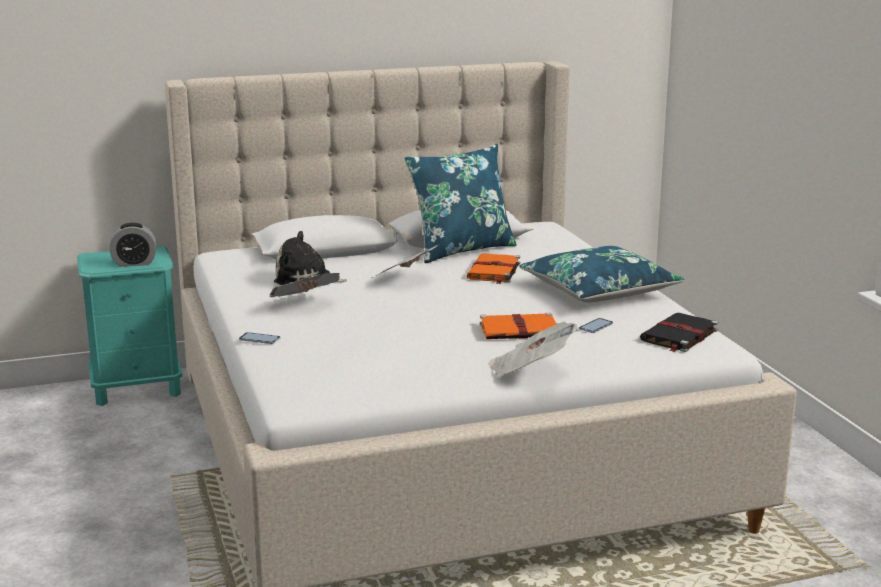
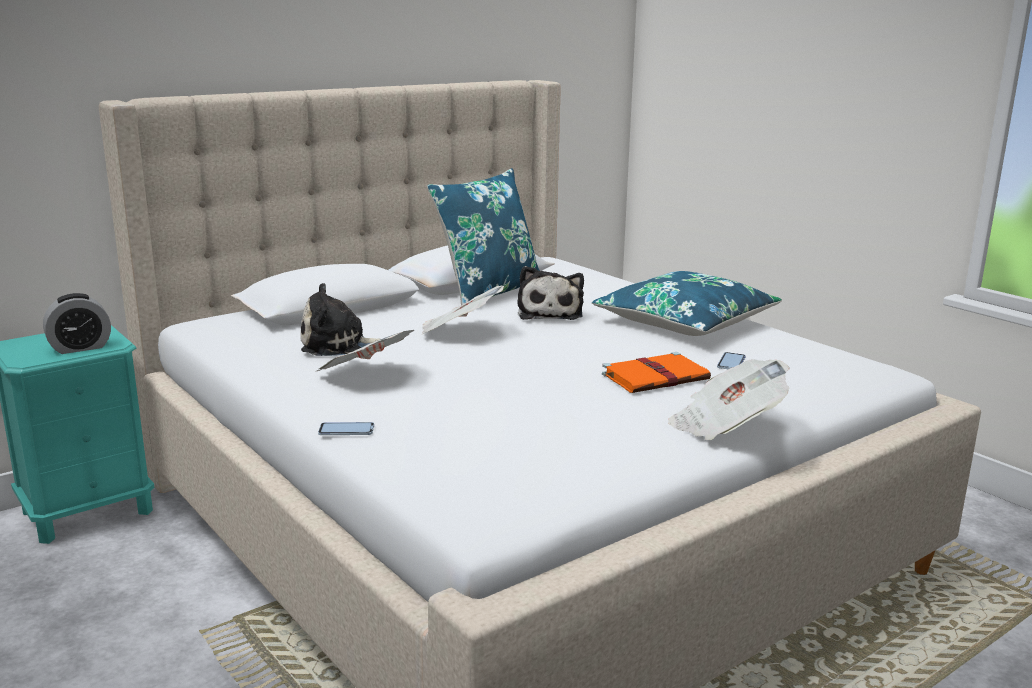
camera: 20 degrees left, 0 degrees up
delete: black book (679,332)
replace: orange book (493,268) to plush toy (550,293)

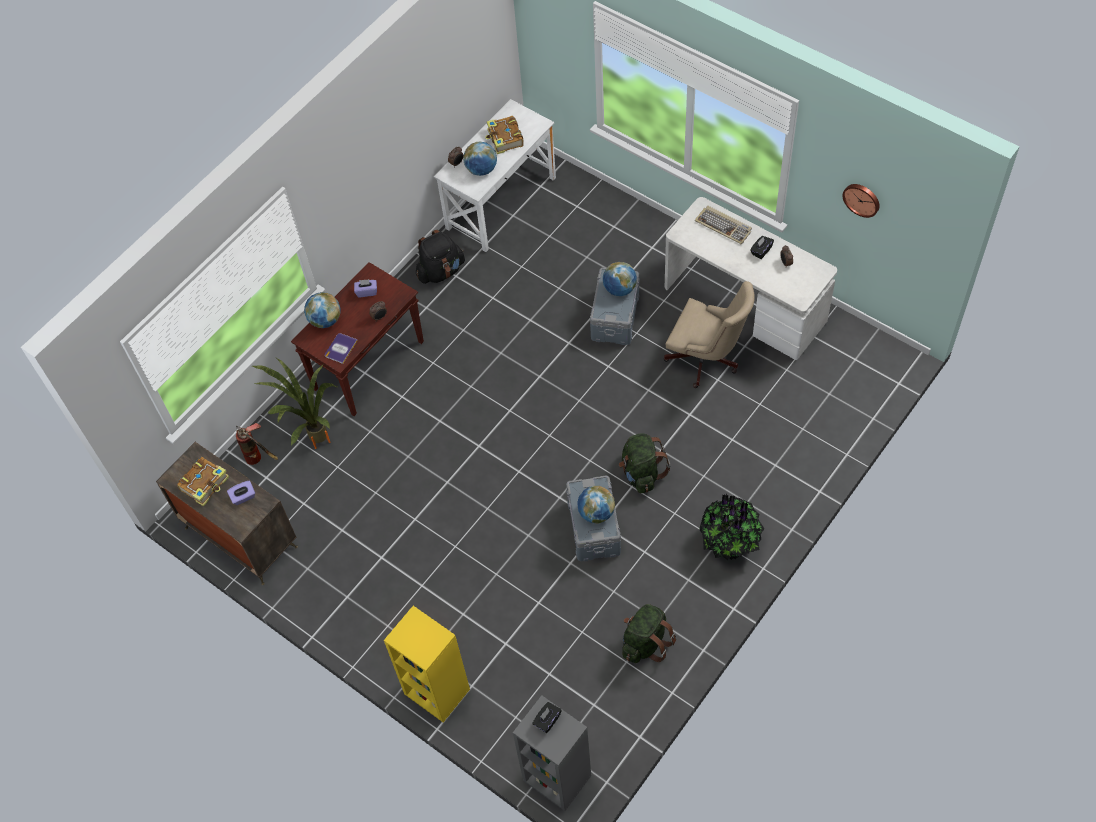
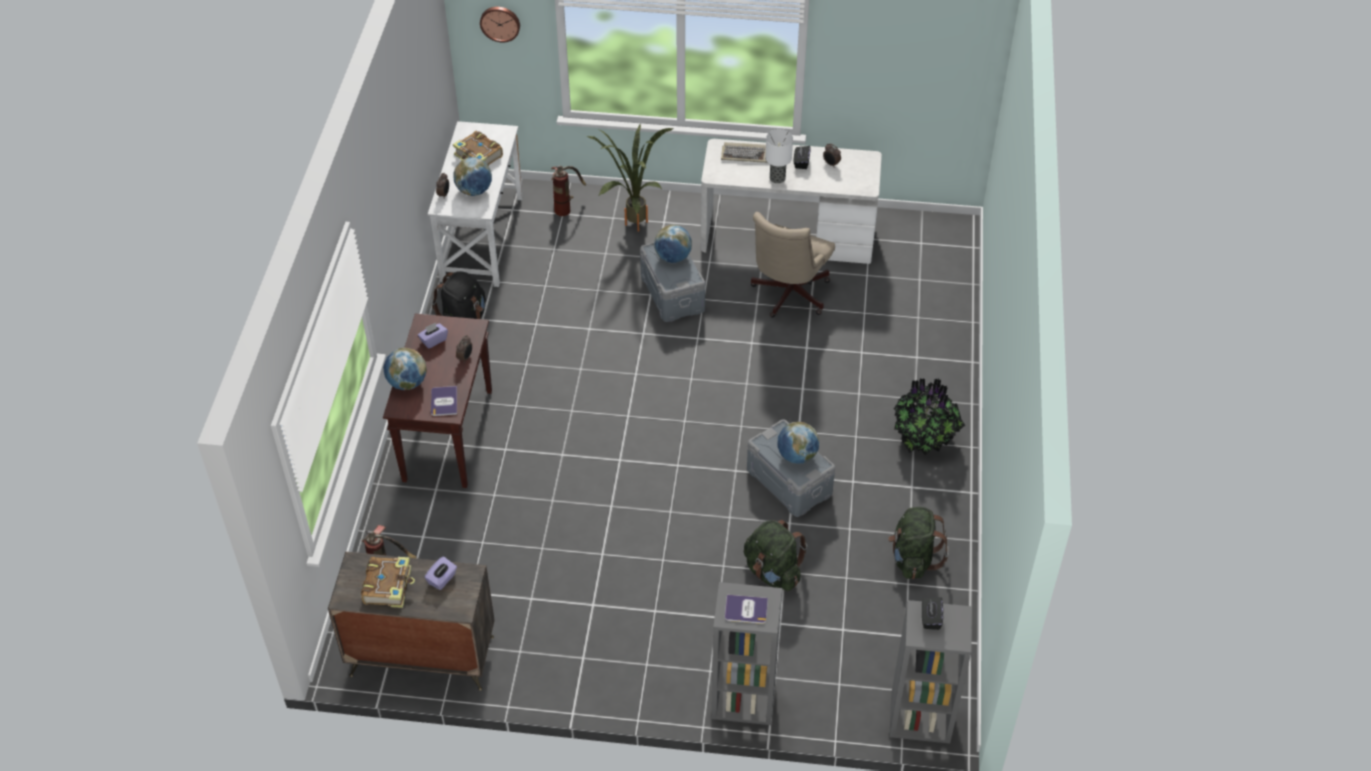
camera: 35 degrees left, 10 degrees down
insert: fire extinguisher (568,190); book (746,609); table lamp (779,156)
move: wall clock (861,201) to (500,25); potted plant (295,403) to (630,177); green backpack (644,463) to (776,555)
recolor: yellow bookcase (427,664) to grey bookcase (746,653)
rotate: beige office chair (709,334) = (793,265) 120 degrees clockwise

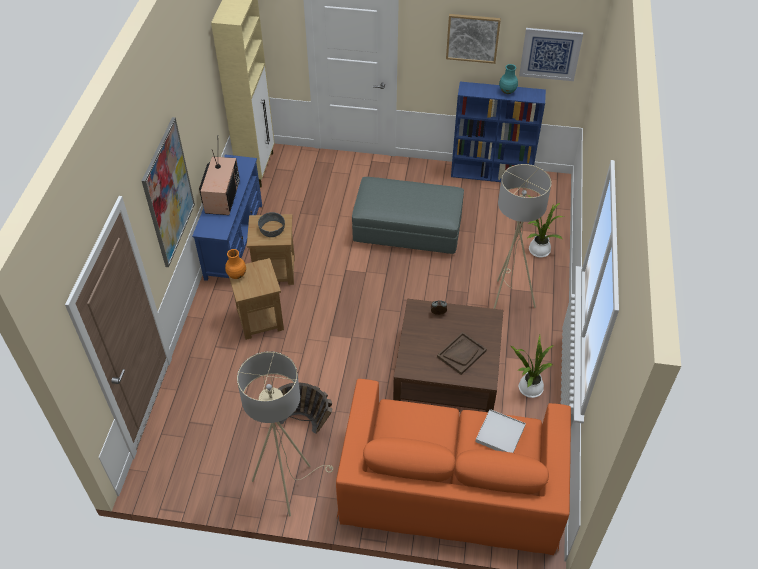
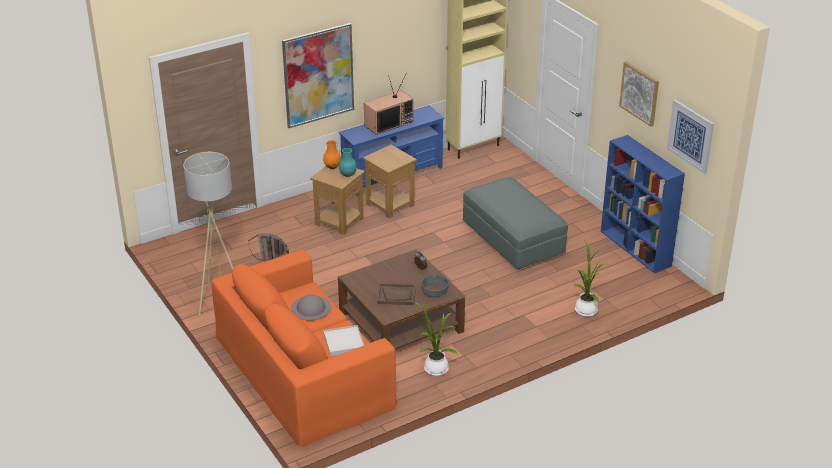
camera: 50 degrees right, 15 degrees down
delete: beige floor lamp (522,236)
insert: grey hat (311,308)
move: turquoise vase (508,79) to (348,162); grey bowl (271,224) to (435,286)

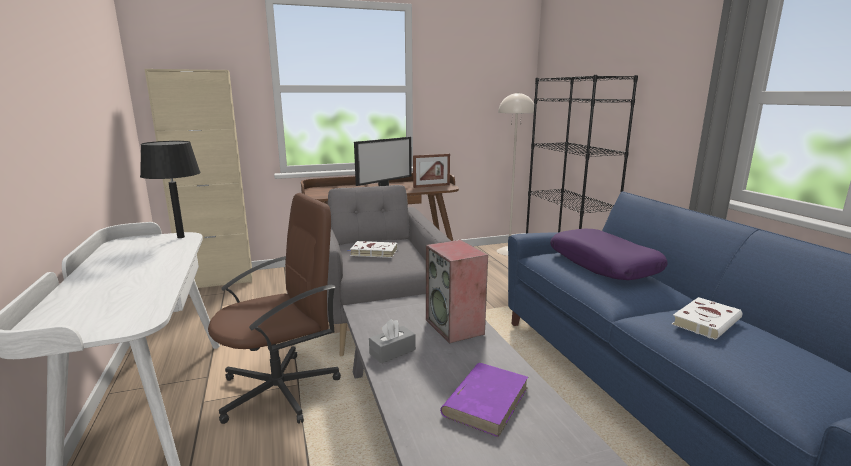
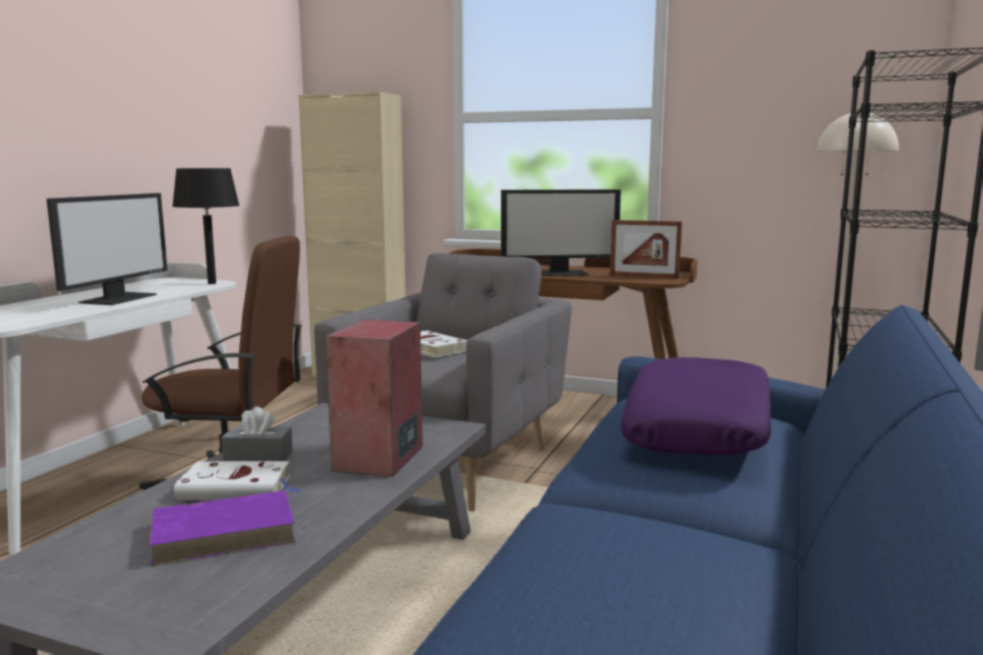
camera: 40 degrees right, 5 degrees down
insert: monitor (106,249)
move: white book (707,318) to (237,480)

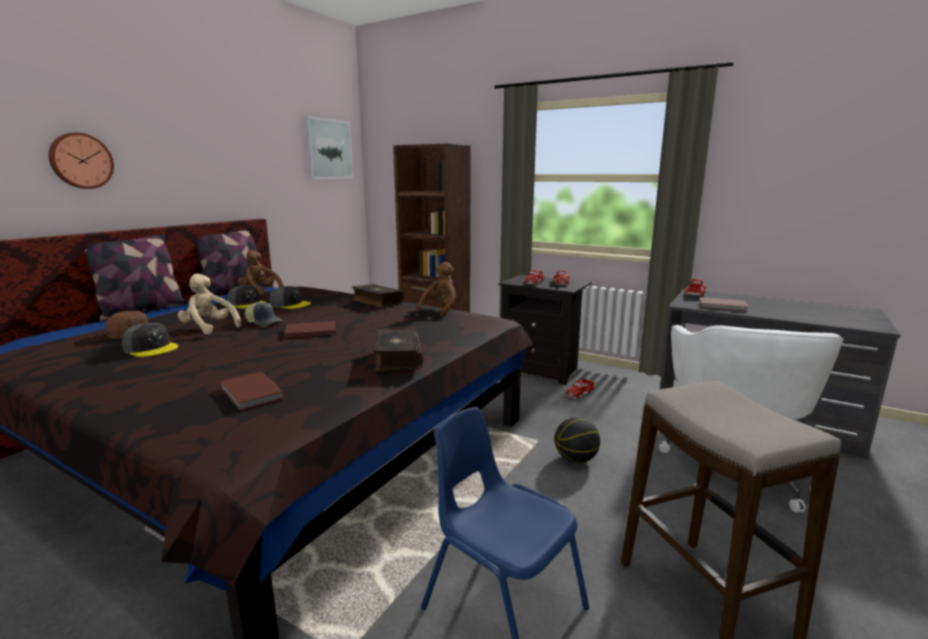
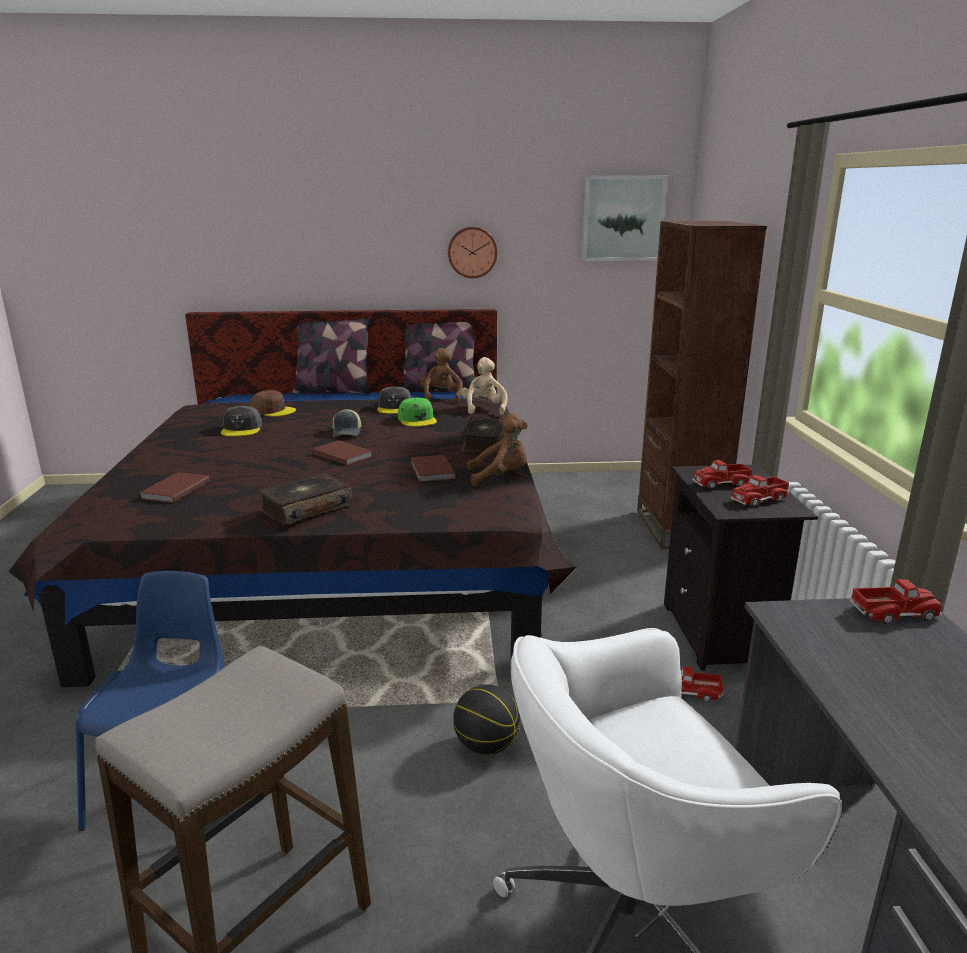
camera: 55 degrees right, 5 degrees up
move: brown book (724,304) to (433,468); wall clock (81,160) to (472,252); beige plush toy (209,304) to (484,386)
recolor: grey cap (290,297) to green cap (417,412)

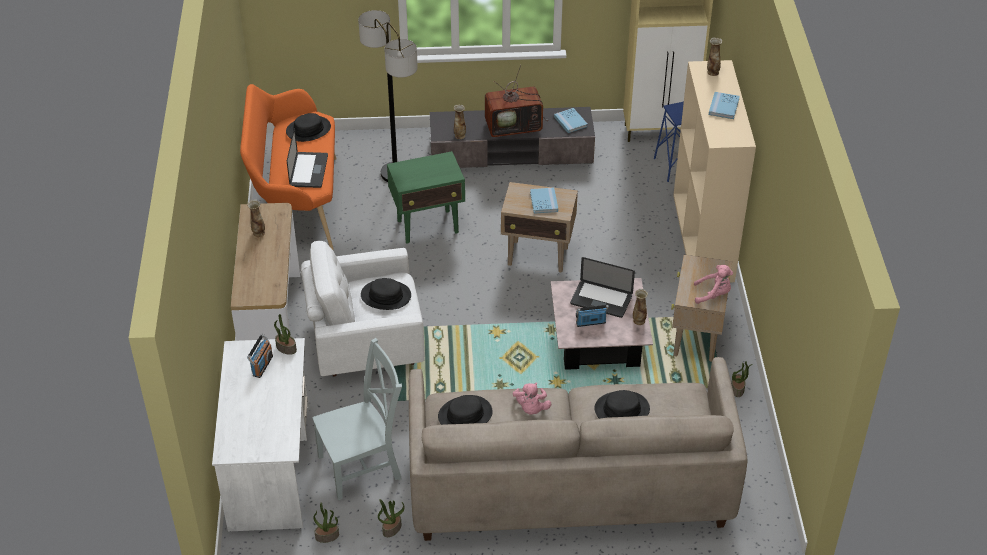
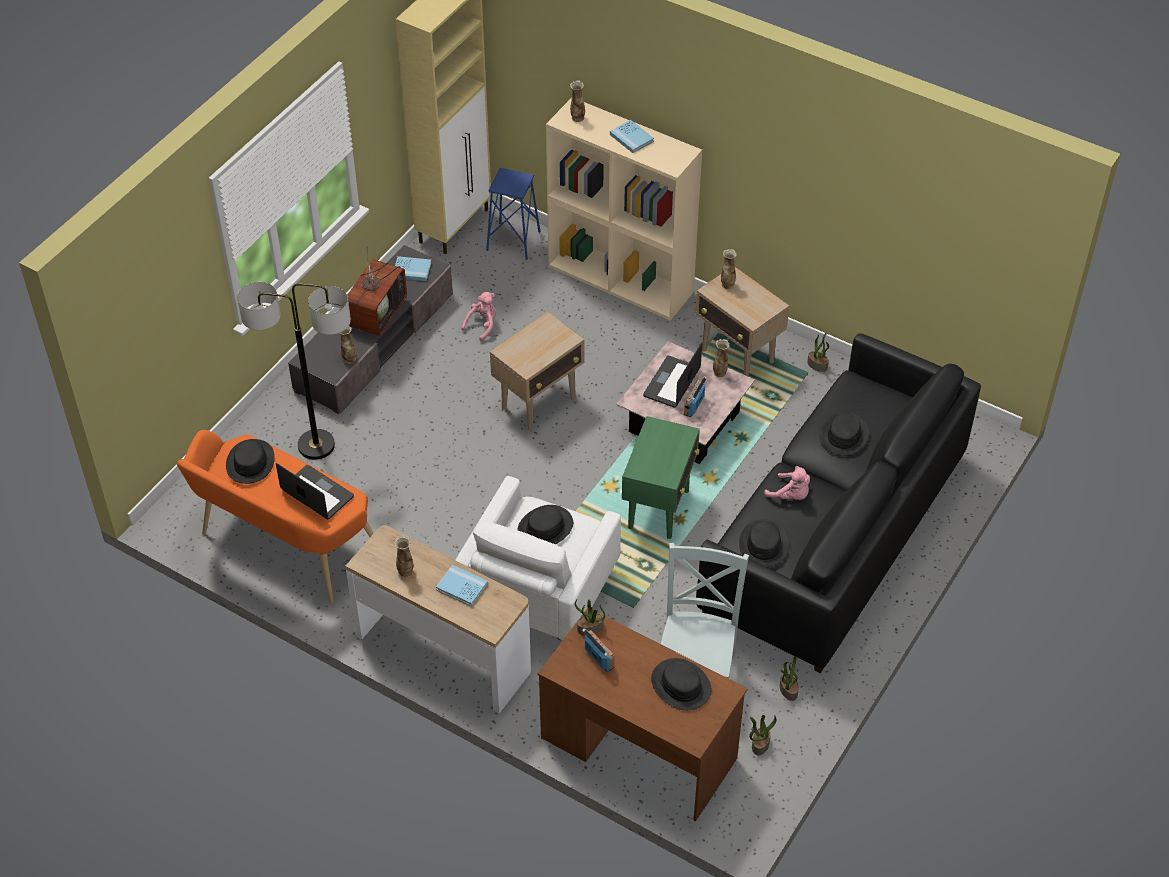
camera: 55 degrees left, 5 degrees up
insert: black hat (681,684); vase (729,269)
move: blue book (544,201) to (462,586); pink plush toy (713,284) to (478,317); green side table (426,197) to (661,477)
recolor: white desk (260,435) to brown desk (643,714); beige sofa (578,449) to black sofa (838,503)
rotate: laptop (602,287) = (672,375) 150 degrees clockwise

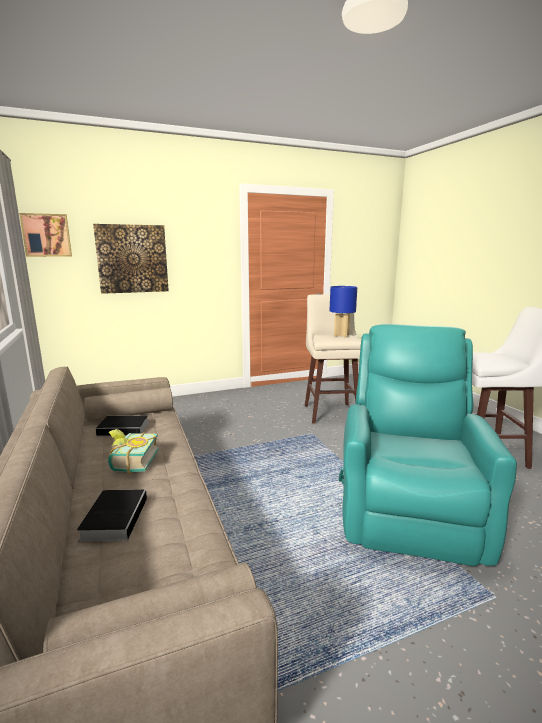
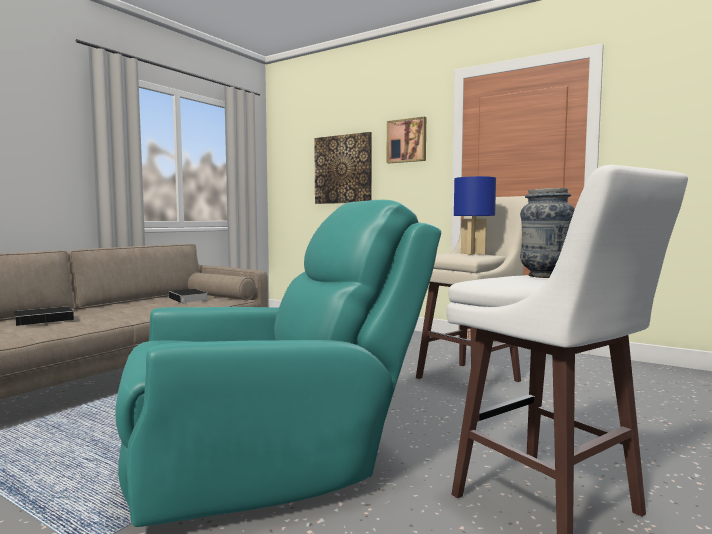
camera: 55 degrees right, 10 degrees down
delete: book (133,451)
insert: vase (547,233)
move: picture (45,235) to (406,140)

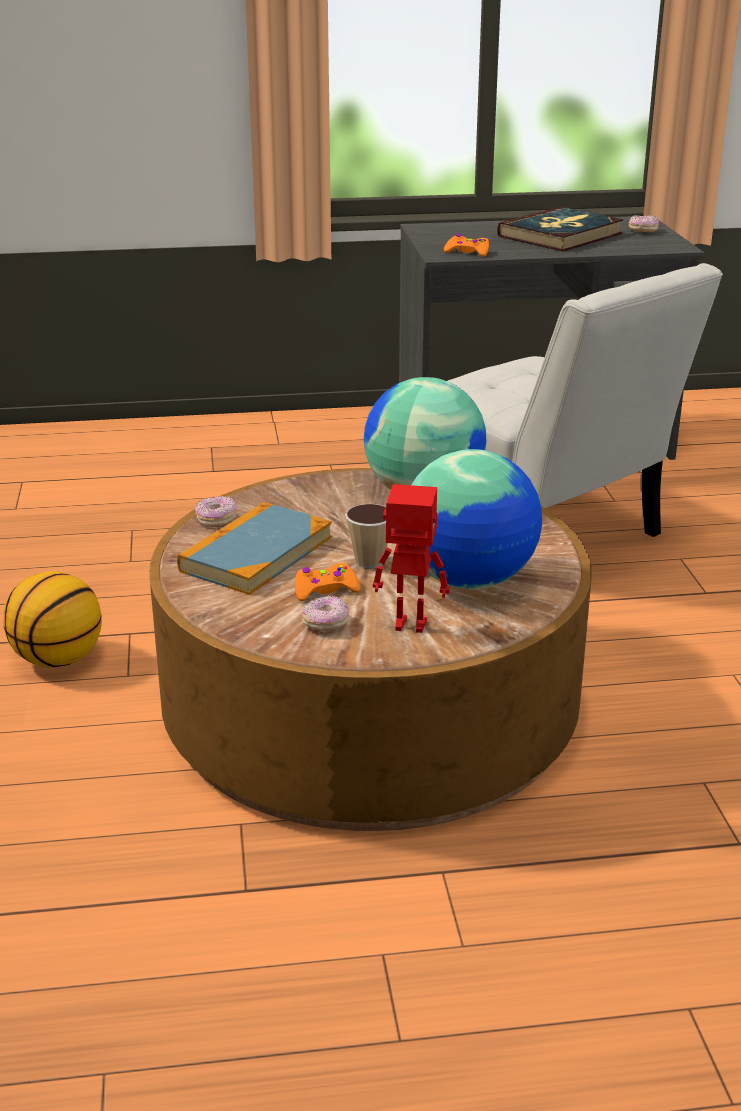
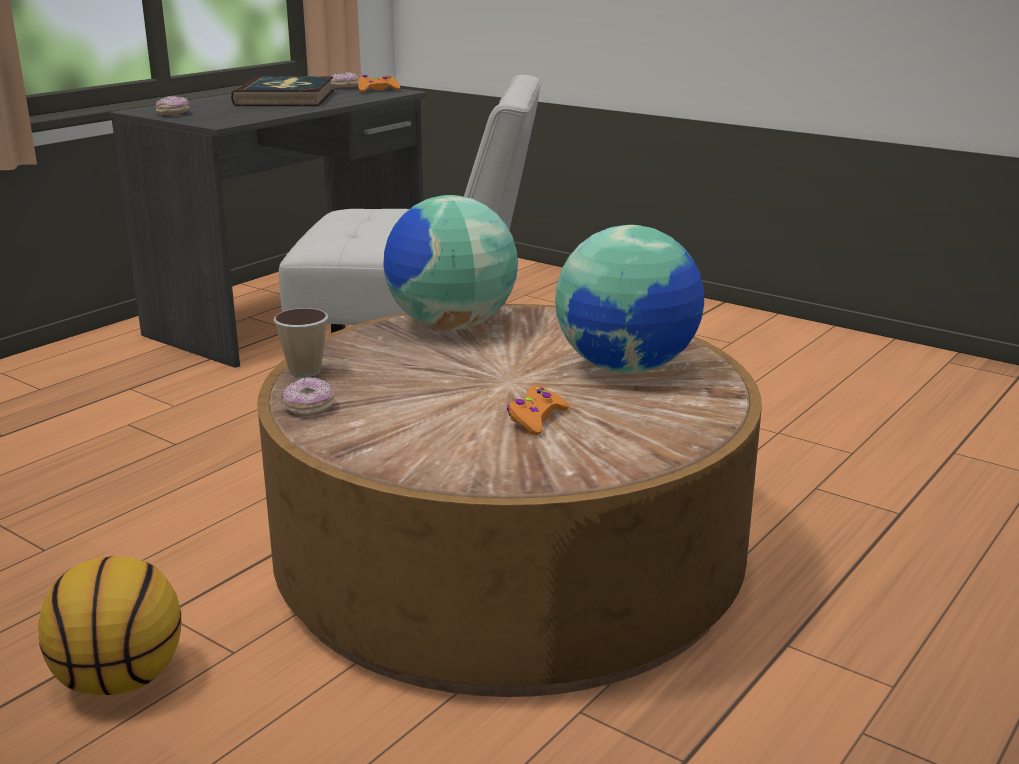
camera: 45 degrees left, 5 degrees down
delete: book (254,548); toy robot (411,558)
move: donut (325,613) to (172,105); cup (366,536) to (301,342); orange game controller (466,245) to (379,83)

